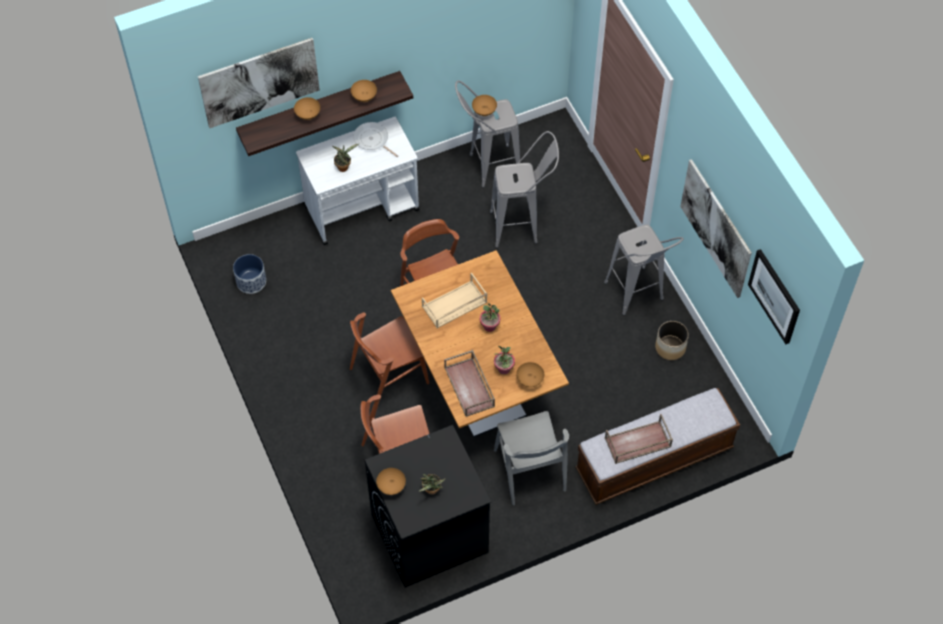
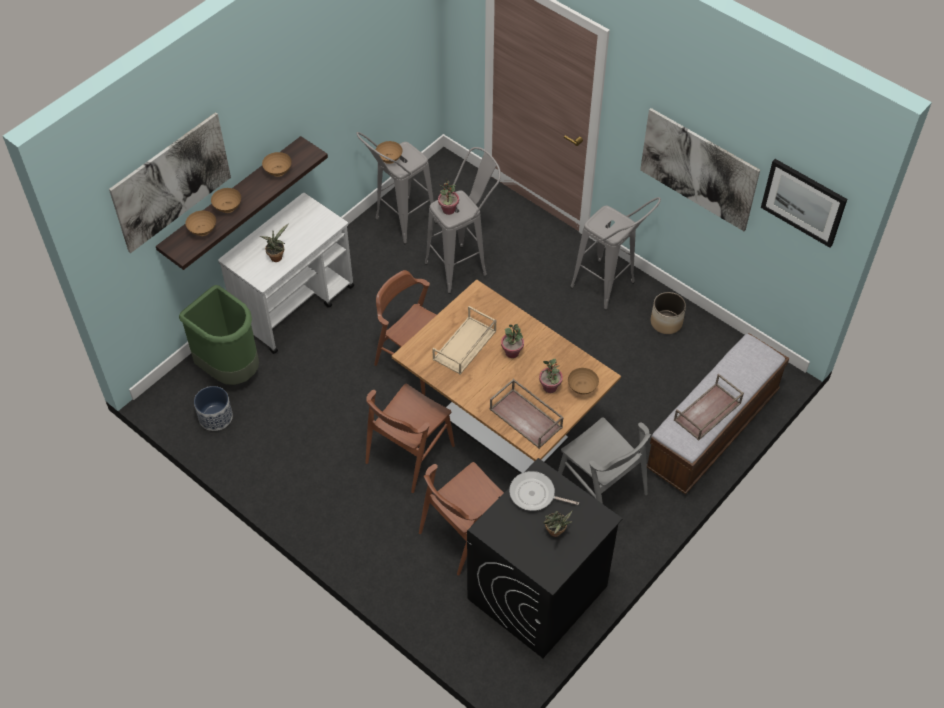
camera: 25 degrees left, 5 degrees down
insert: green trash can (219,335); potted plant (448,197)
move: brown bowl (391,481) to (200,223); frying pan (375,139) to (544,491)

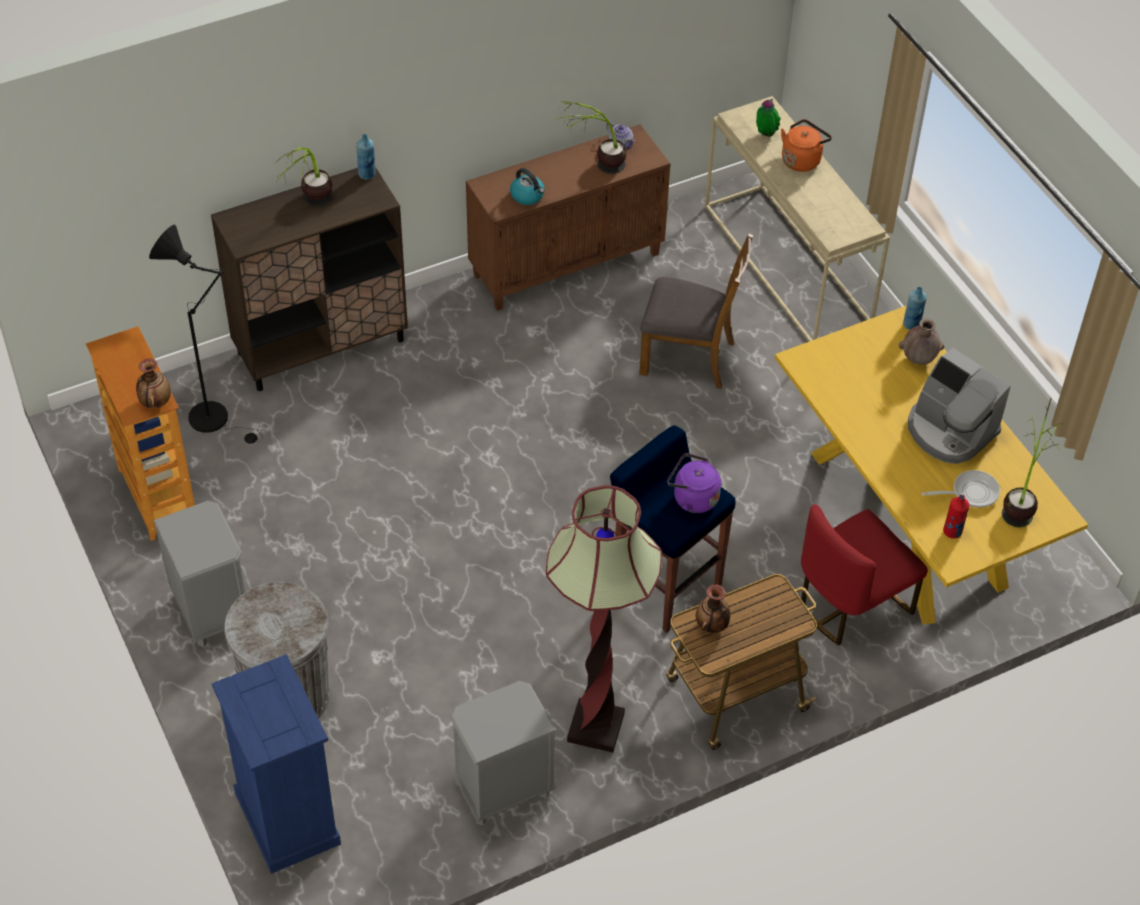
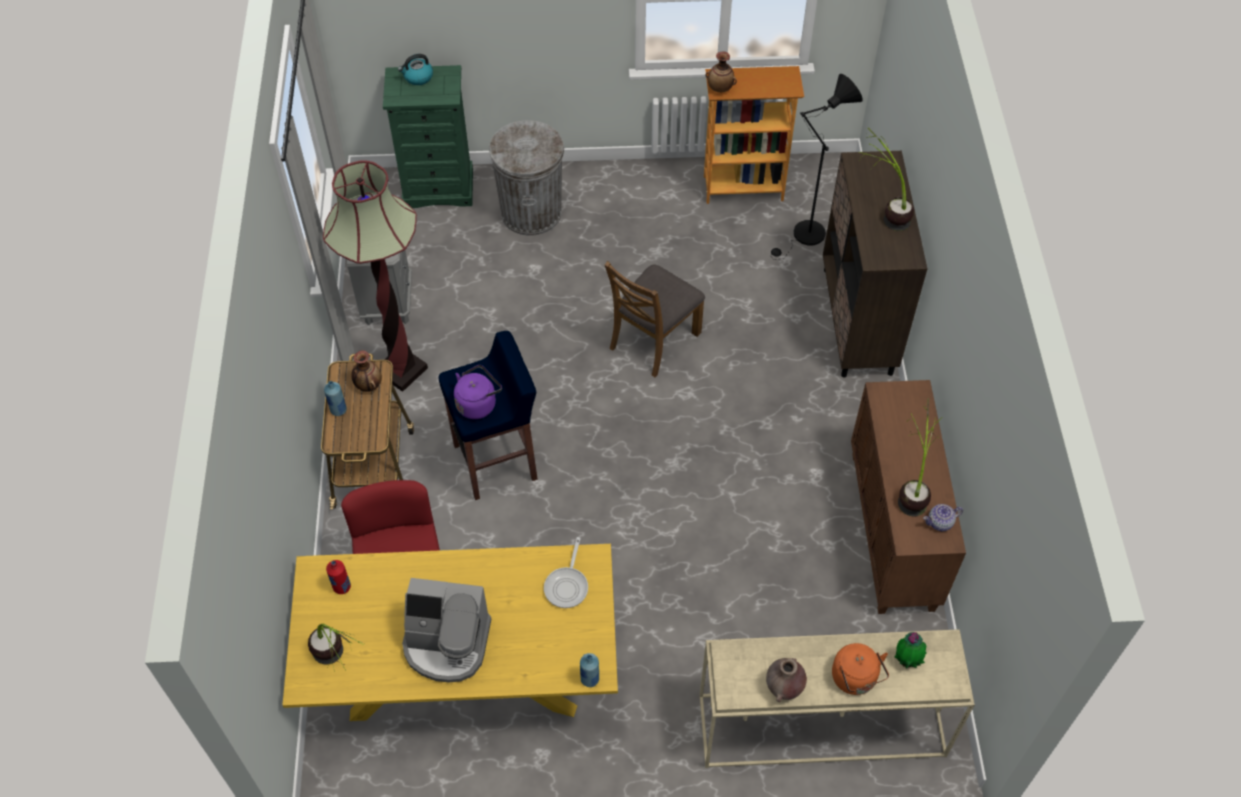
camera: 115 degrees right, 5 degrees up
delete: grey nightstand (199,574)
move: blue bottle (365,156) to (335,398); kettle (527,186) to (415,69); frying pan (961,489) to (566,572); brown chair (696,311) to (655,319); brown vase (921,341) to (786,680)
recolor: blue dresser (276,764) to green dresser (428,136)
rotate: coffee machine (959,406) = (446,630) 150 degrees counterclockwise

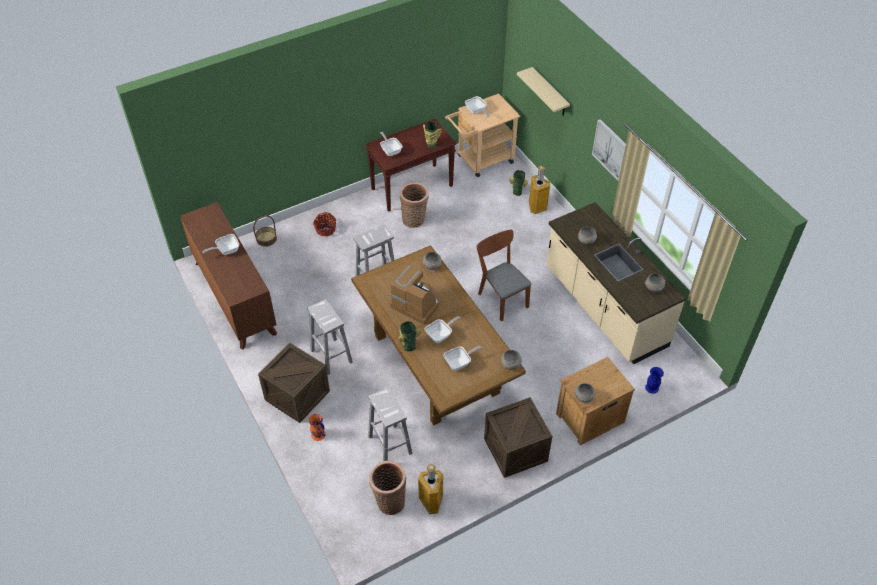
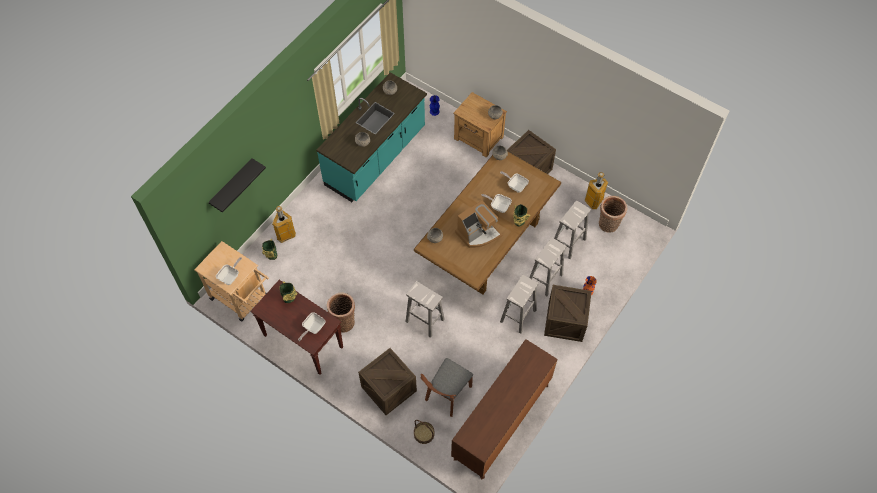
camera: 115 degrees left, 10 degrees up
delete: frying pan (221,244); picture (609,150)
insert: white stool (548,266)
move: brown chair (504,275) to (446,387)
replace: basket (324,224) to crate (387,381)
recolor: beige shelf (543,91) to black shelf (237,185); beige counter (616,283) to turquoise counter (371,137)
rotate: coffee machine (415,295) = (478,224) 135 degrees counterclockwise

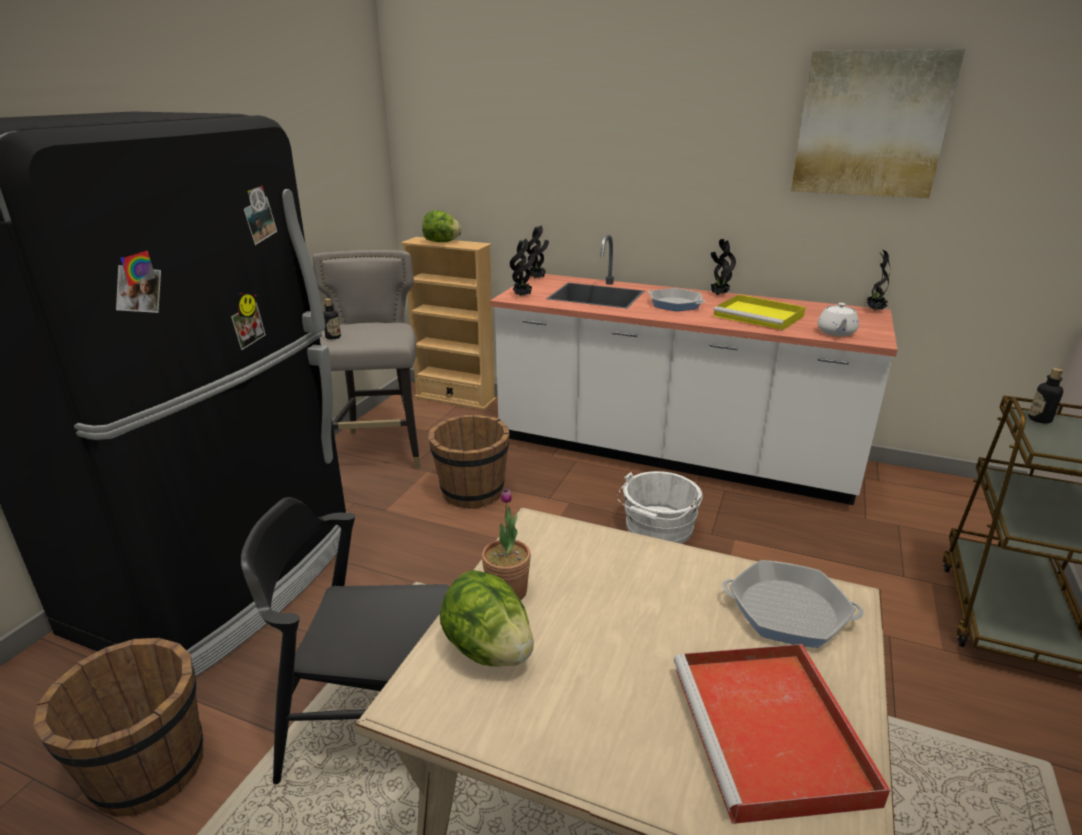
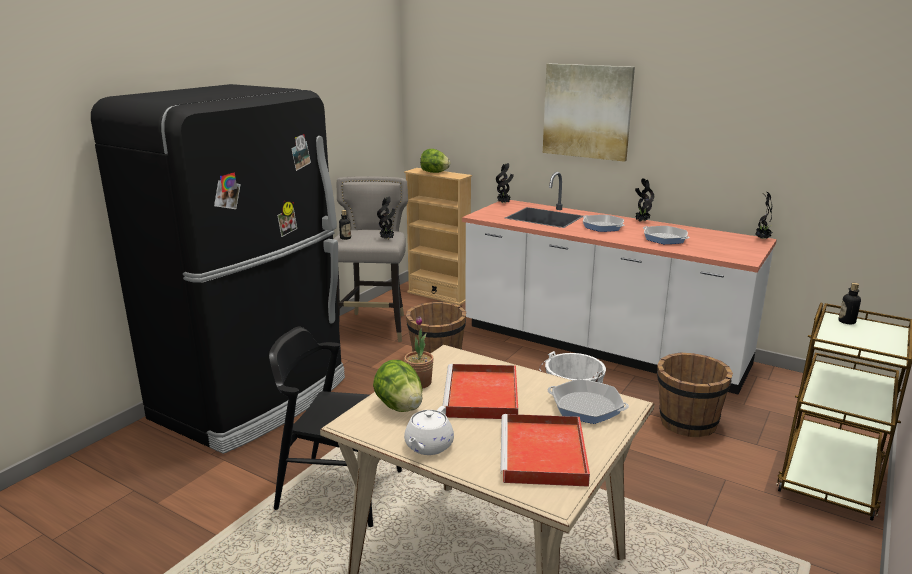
camera: 10 degrees right, 5 degrees down
insert: red tray (480,391)
move: potted plant (522,268) to (386,217); white teapot (838,319) to (429,430); picture (878,124) to (589,113); brown bucket (118,727) to (695,395)
replace: yellow tray (759,312) to frying pan (666,235)

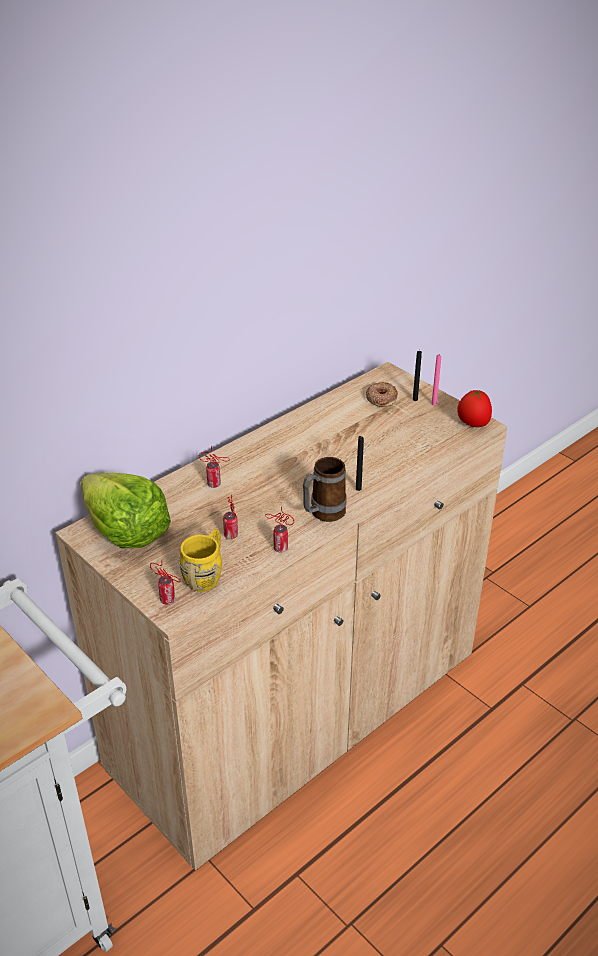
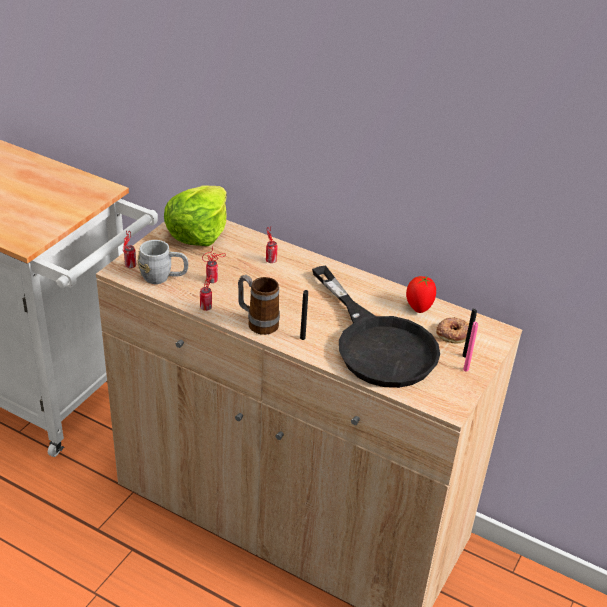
camera: 70 degrees right, 0 degrees up
insert: black frying pan (376,326)
move: tomato (474,408) to (421,294)
recolor: yellow mug (200,560) to grey mug (163,262)

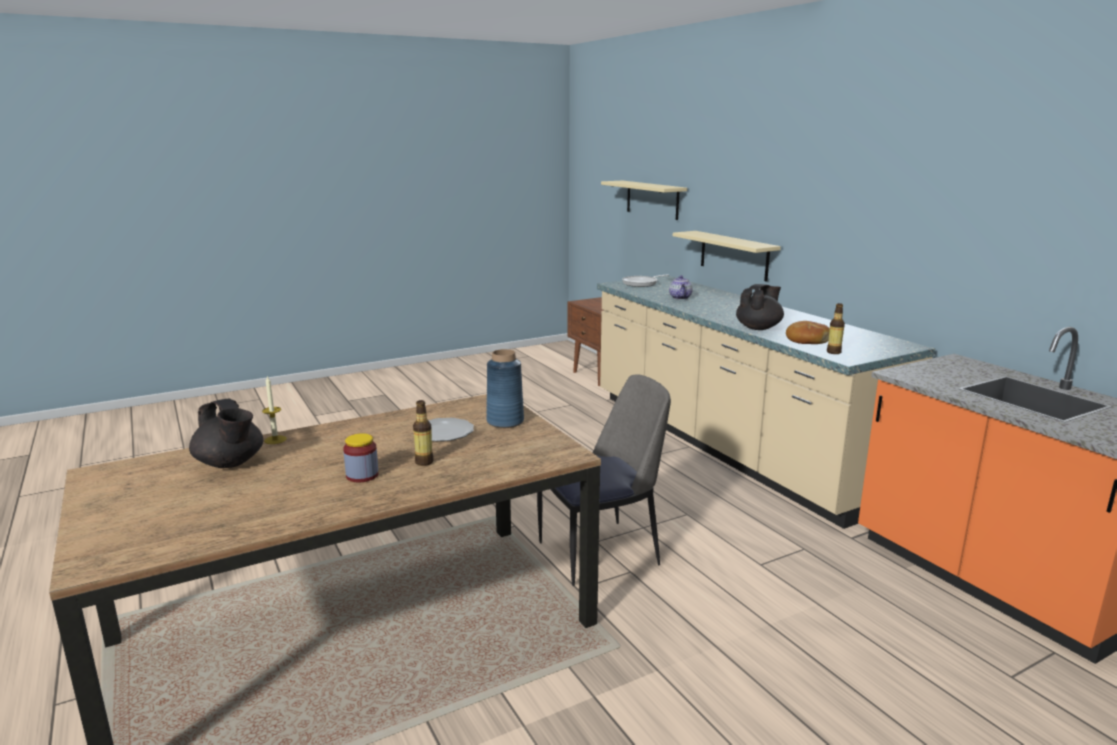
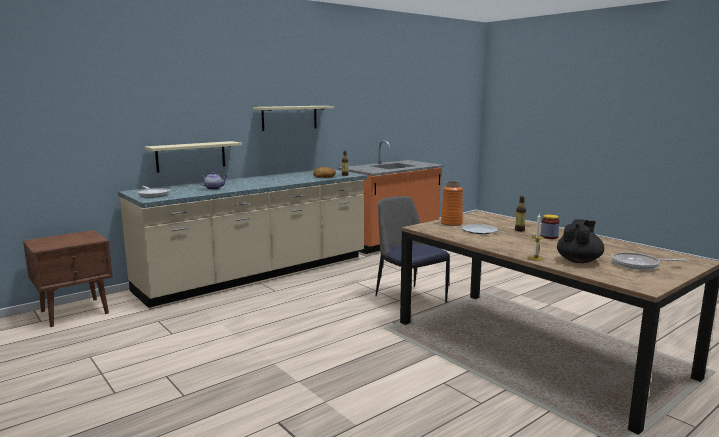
camera: 100 degrees left, 5 degrees down
delete: black teapot (760,307)
insert: frying pan (648,261)
move: beige shelf (644,200) to (293,118)
recolor: blue vase (505,388) to orange vase (452,203)

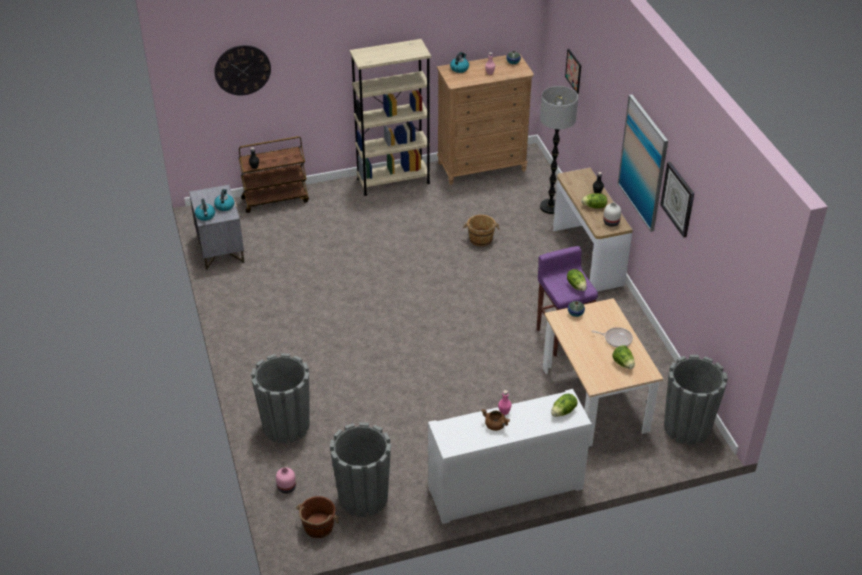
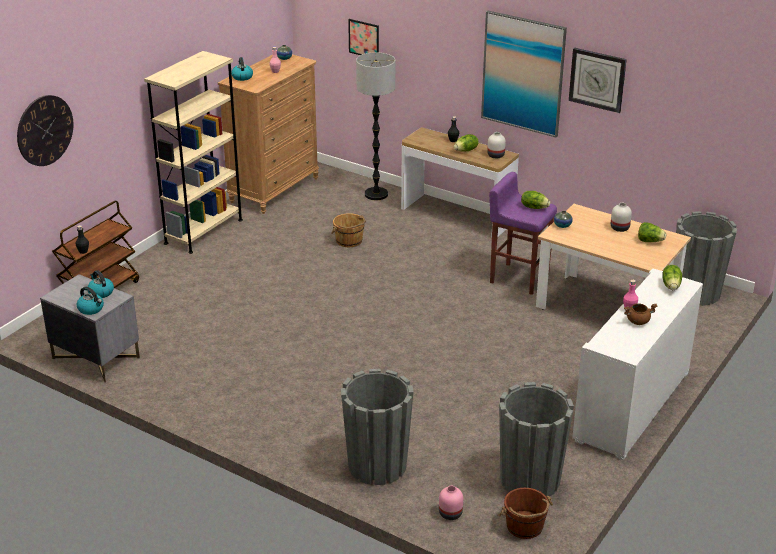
camera: 40 degrees left, 10 degrees down
replace: frying pan (612,337) to white vase (621,217)

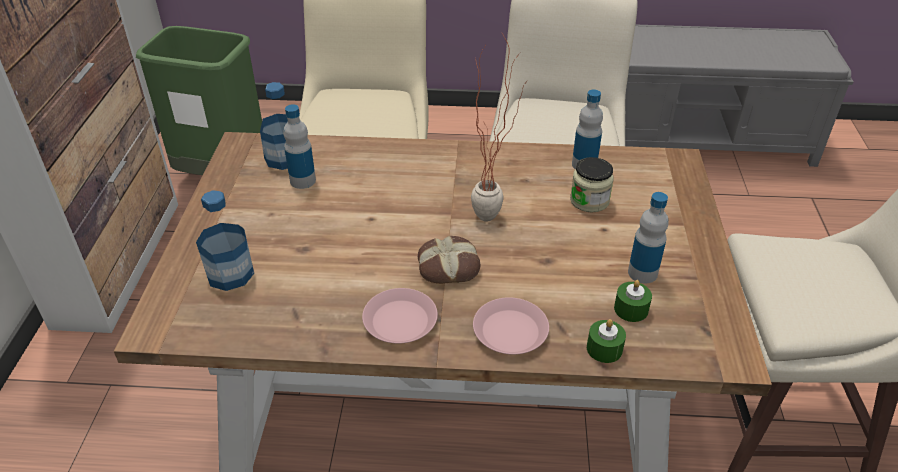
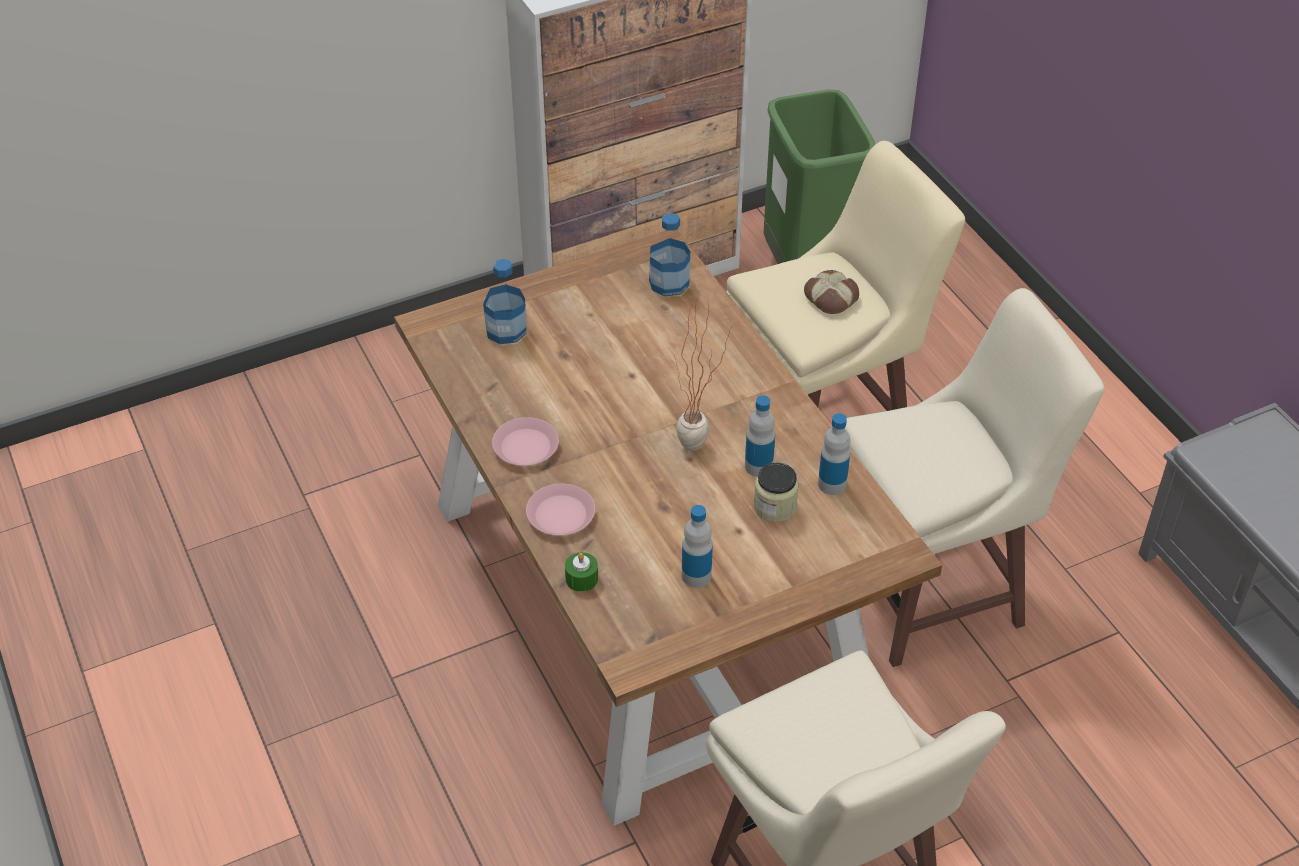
camera: 60 degrees right, 5 degrees up
delete: green candle (633,301)
move: bottle (299,146) to (760,436); bread (449,260) to (831,292)

